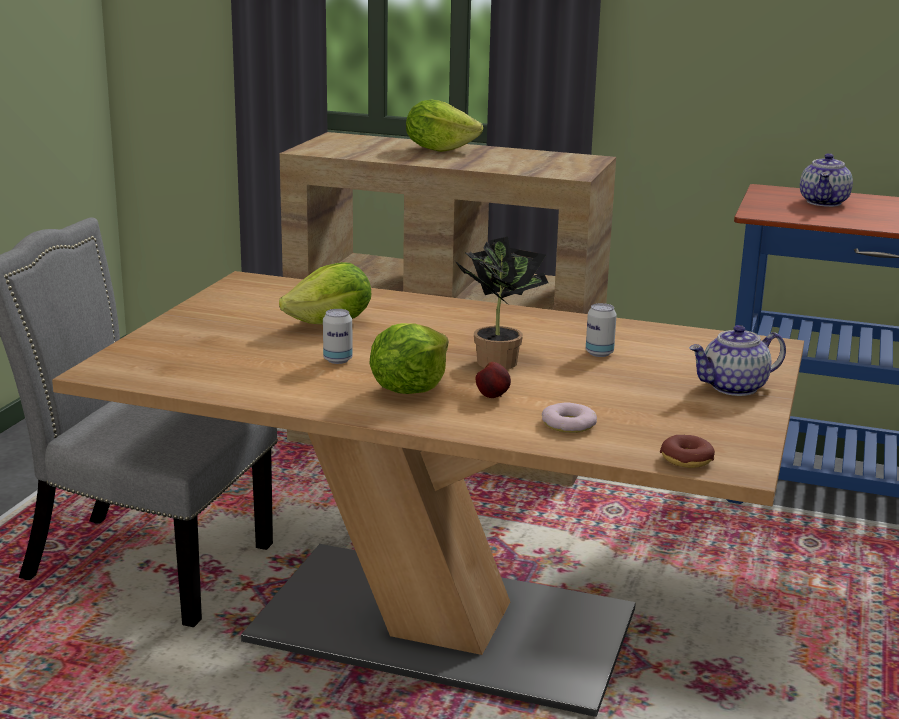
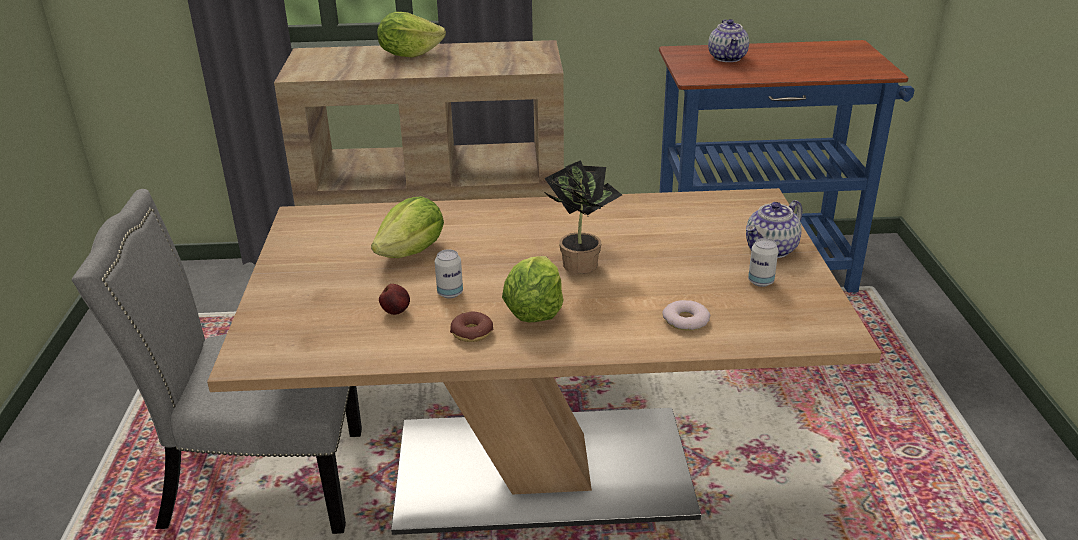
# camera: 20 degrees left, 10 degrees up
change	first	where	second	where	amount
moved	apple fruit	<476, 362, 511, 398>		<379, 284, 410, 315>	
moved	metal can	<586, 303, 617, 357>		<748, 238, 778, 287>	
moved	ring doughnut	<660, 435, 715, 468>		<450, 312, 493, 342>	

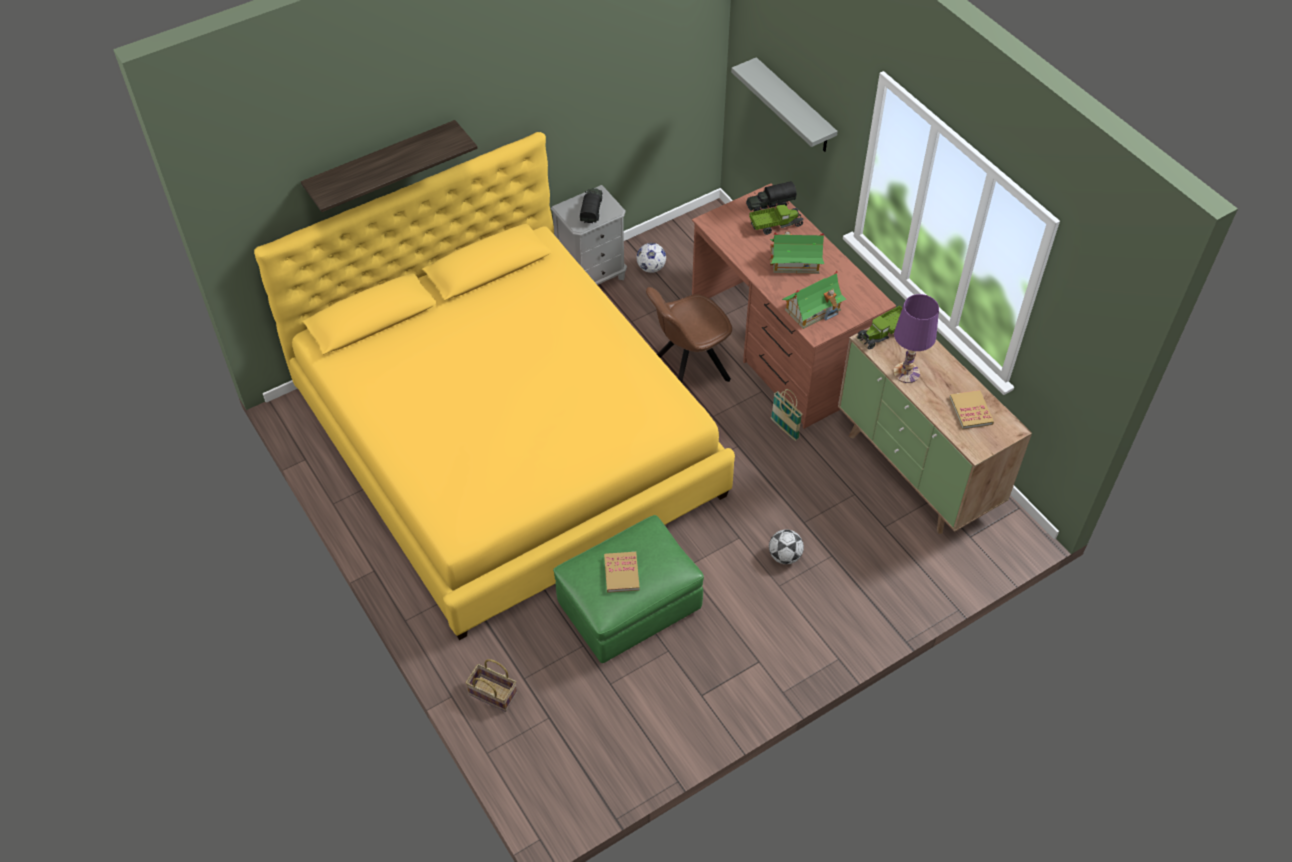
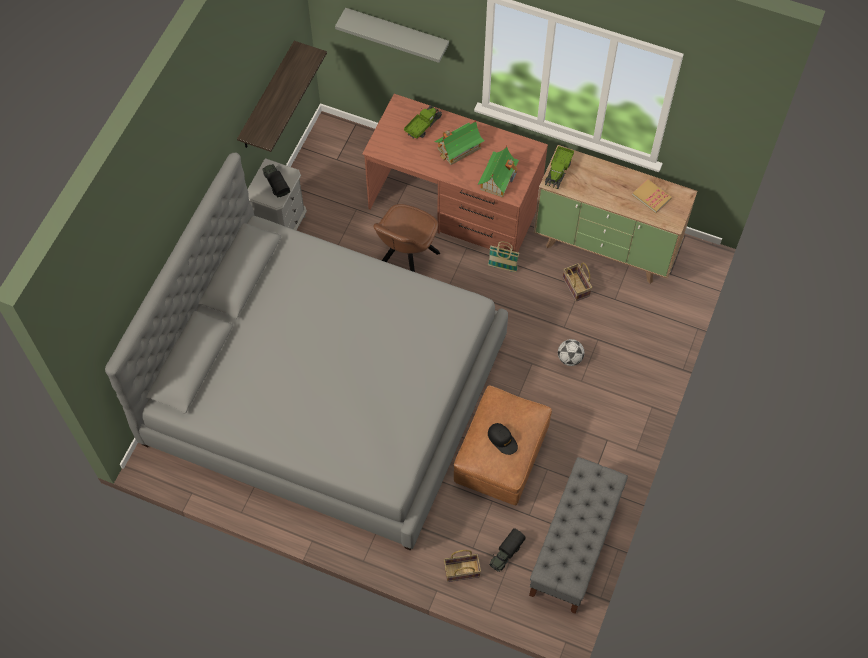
# camera: 35 degrees left, 10 degrees up
change	first	where	second	where	amount
recoloured	bedroom bed in yellow-coloured	<254, 132, 735, 640>	bedroom bed in greyish	<105, 153, 508, 550>	
moved	bracket shelf	<301, 120, 478, 212>		<237, 41, 327, 152>	
recoloured	footrest in greenish	<553, 515, 704, 663>	footrest in brown-coloured	<454, 386, 552, 505>	
replaced	bound book	<604, 552, 640, 593>	peaked cap in black	<488, 423, 518, 455>	
removed	football	<637, 243, 666, 273>			
moved	model truck	<746, 181, 797, 212>		<489, 528, 526, 572>	
removed	table lamp in purplish	<893, 294, 939, 383>			
added			long seat in greyish	<529, 457, 628, 614>	
added			basket	<563, 262, 592, 301>	

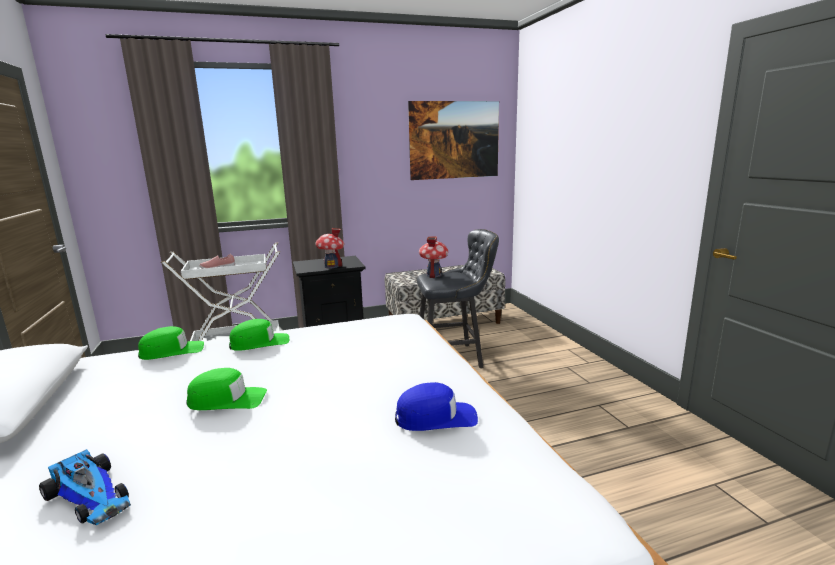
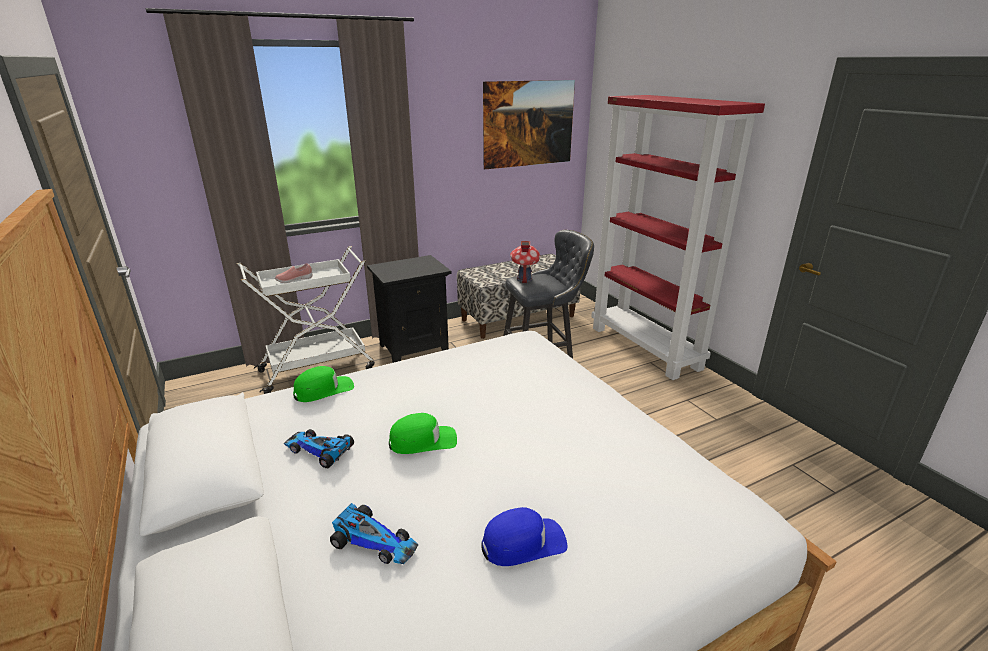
# camera: 10 degrees left, 10 degrees up
change	first	where	second	where	amount
removed	peaked cap in greenish	<229, 319, 289, 351>			
removed	toy house	<315, 228, 344, 268>			
moved	peaked cap in blue	<395, 382, 478, 431>		<481, 507, 567, 566>	
added			toy car	<284, 429, 354, 468>	
added			bookshelf in red	<591, 95, 765, 380>	

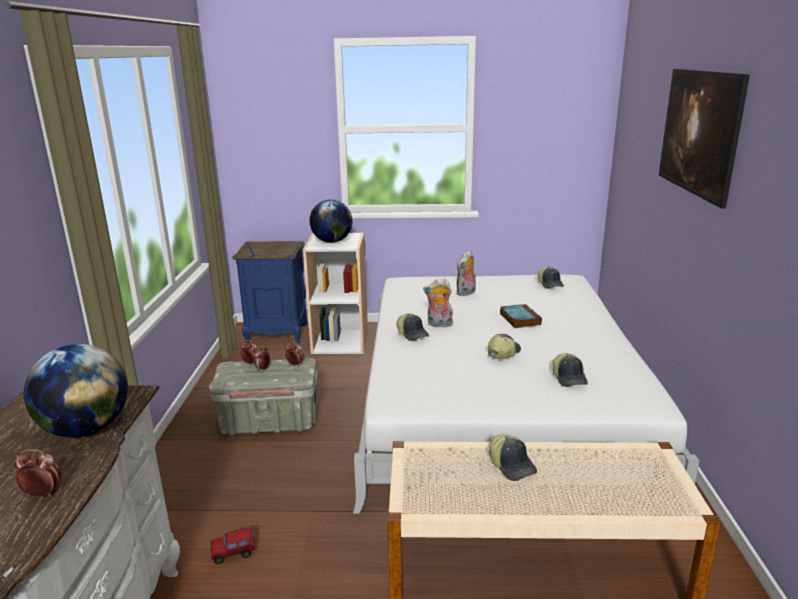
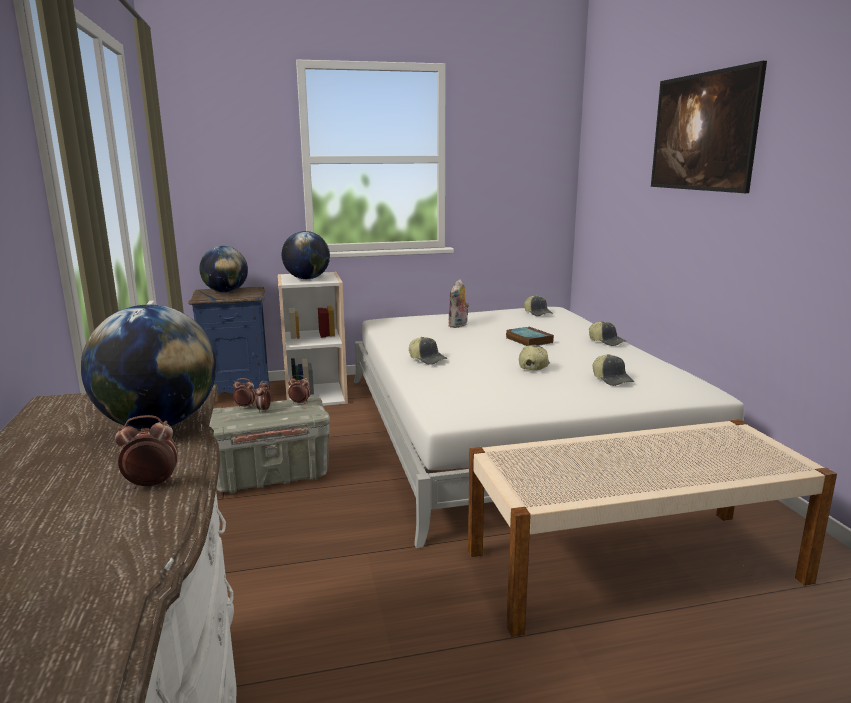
# camera: 15 degrees left, 5 degrees down
change	first	where	second	where	amount
removed	model truck	<211, 528, 255, 564>			
removed	soft toy	<423, 278, 453, 327>			
moved	peaked cap	<489, 434, 537, 481>		<589, 321, 626, 346>	
added			globe	<199, 246, 248, 293>	

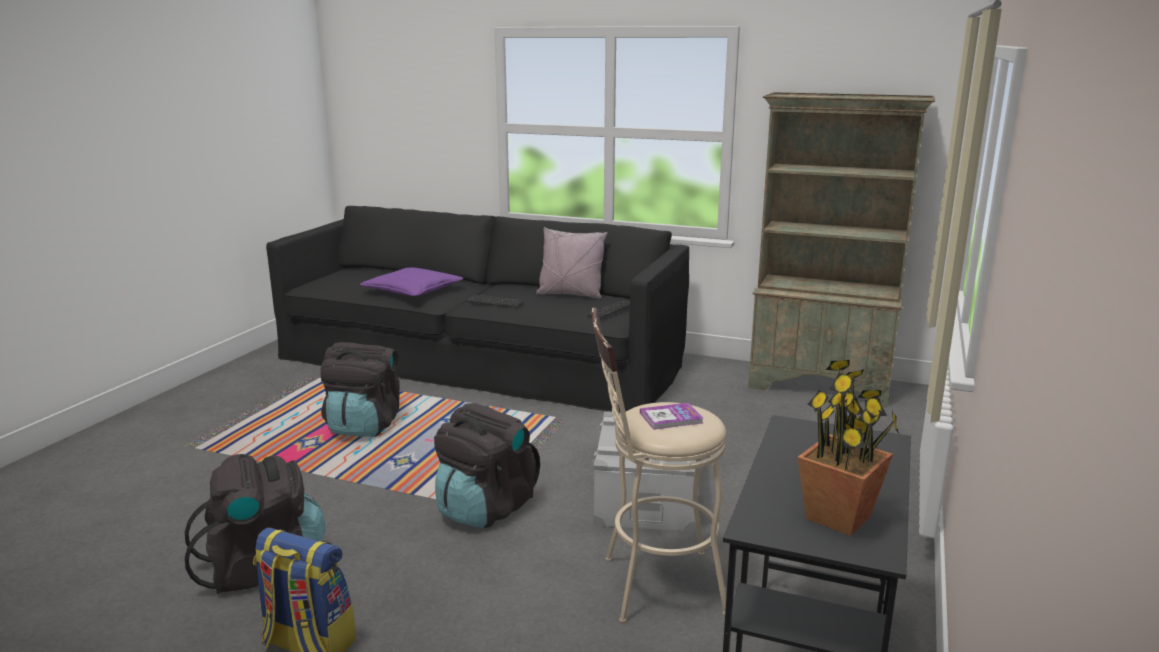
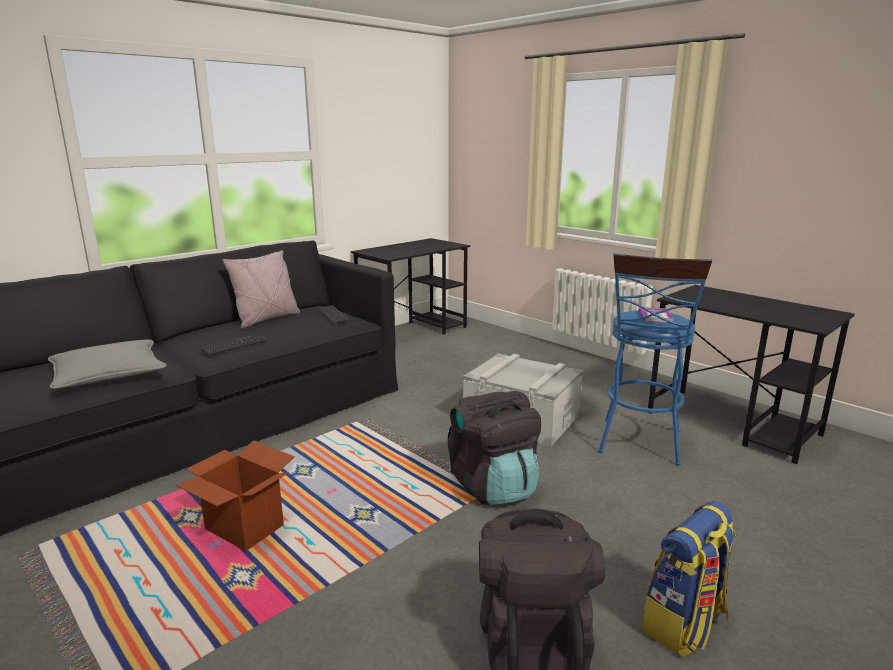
# camera: 65 degrees left, 0 degrees up
change	first	where	second	where	amount
replaced	knapsack in black	<320, 342, 400, 437>	packing box	<175, 441, 295, 551>	
recoloured	pillow in purplish	<360, 267, 463, 296>	pillow in greyish	<48, 339, 167, 389>	
recoloured	stool seat in beige	<592, 308, 726, 623>	stool seat in blue	<598, 253, 712, 466>	
replaced	bookshelf in greenish	<748, 92, 935, 407>	desk in black	<351, 238, 470, 334>	
removed	plant in a pot	<797, 360, 899, 536>			

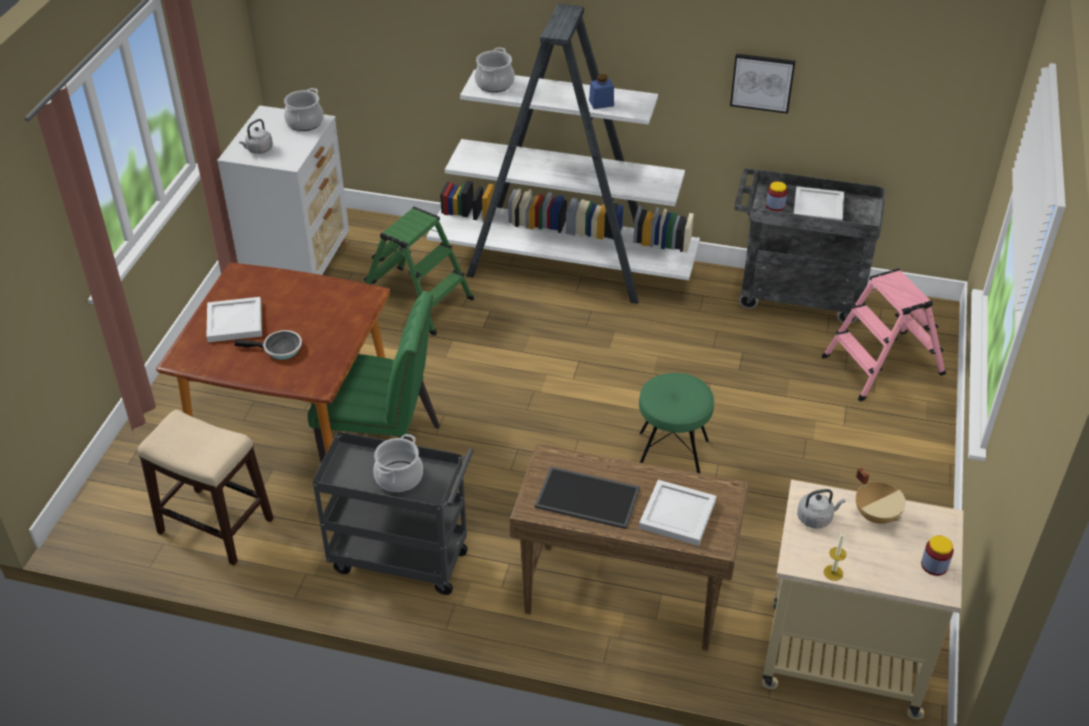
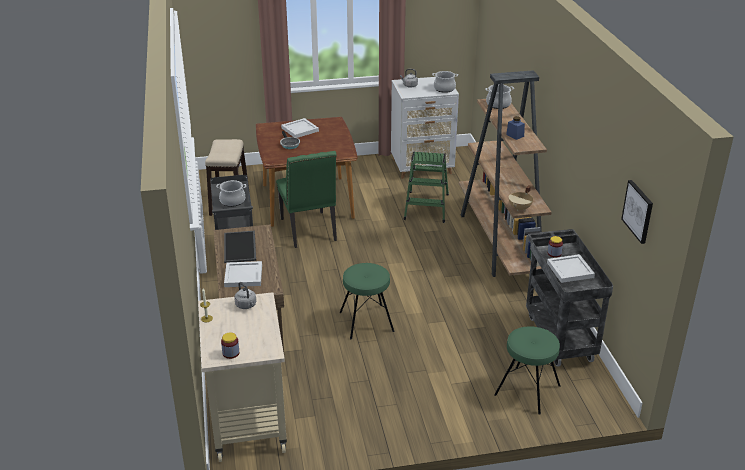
# camera: 65 degrees right, 10 degrees down
change	first	where	second	where	amount
recoloured	bookshelf in white-coloured	<426, 4, 700, 304>	bookshelf in brown-coloured	<459, 70, 552, 277>	
moved	wall art	<730, 54, 796, 114>		<621, 180, 653, 244>	
replaced	step ladder in pinkish	<821, 268, 946, 401>	stool seat in greenish	<494, 326, 560, 415>	
moved	saucepot in beige	<856, 468, 906, 524>		<509, 185, 533, 211>	

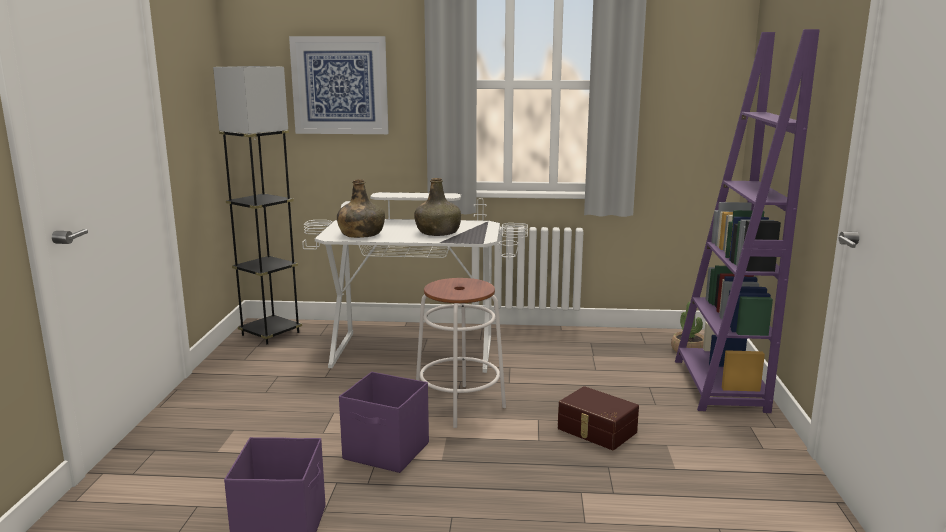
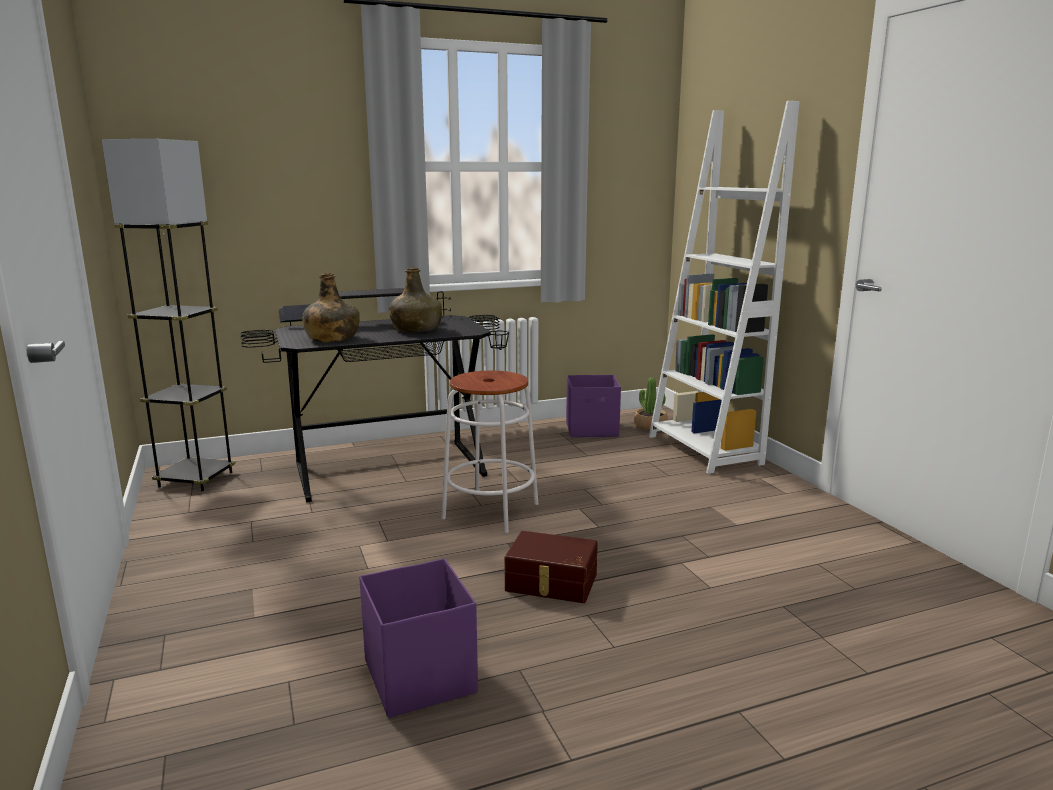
# camera: 25 degrees left, 0 degrees up
change	first	where	second	where	amount
removed	wall art	<289, 36, 389, 134>			
recoloured	desk in white-coloured	<302, 192, 528, 373>	desk in black	<240, 288, 509, 502>	
moved	storage bin in purplish	<339, 372, 429, 473>		<566, 375, 621, 437>	
moved	storage bin in brown-coloured	<558, 386, 639, 450>		<505, 531, 598, 603>	
recoloured	bookshelf in purplish	<675, 29, 820, 413>	bookshelf in white-coloured	<649, 101, 799, 474>	

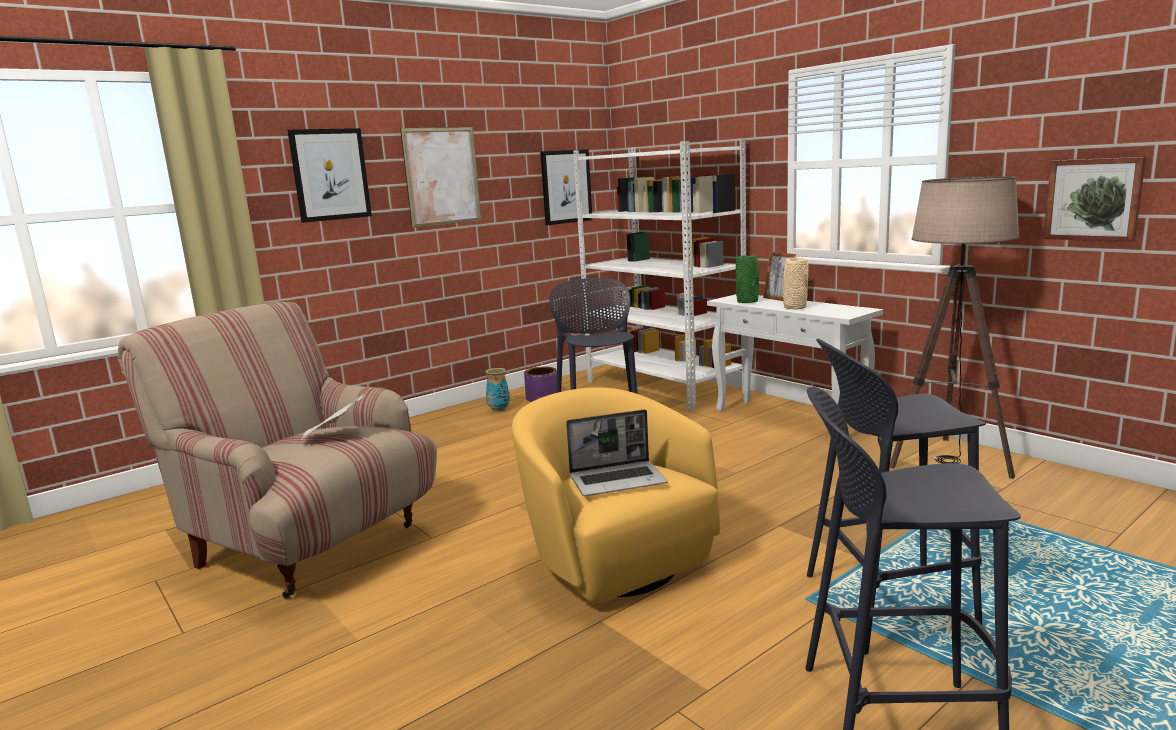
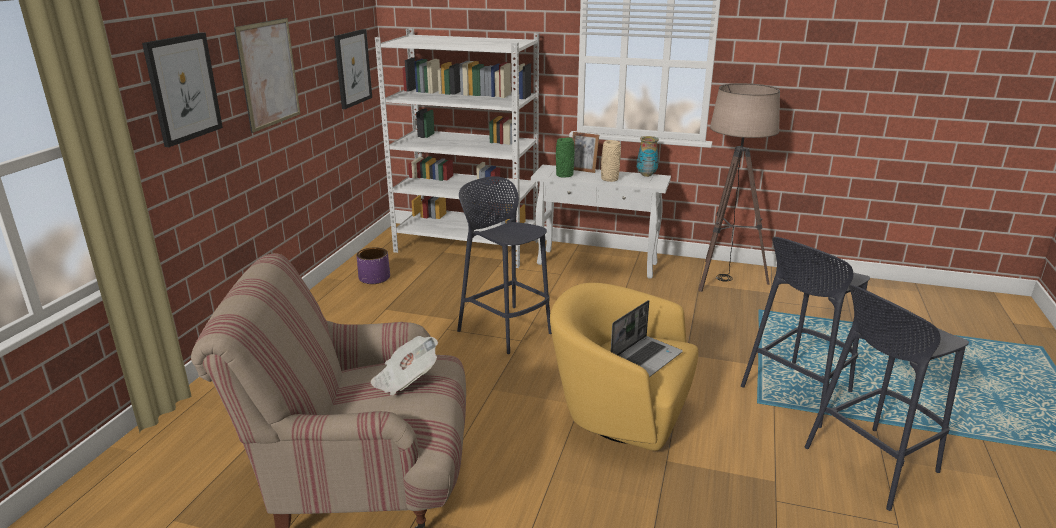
# camera: 35 degrees left, 10 degrees up
change	first	where	second	where	amount
moved	decorative vase	<485, 368, 510, 412>		<637, 136, 659, 177>	
removed	wall art	<1043, 157, 1146, 242>			

